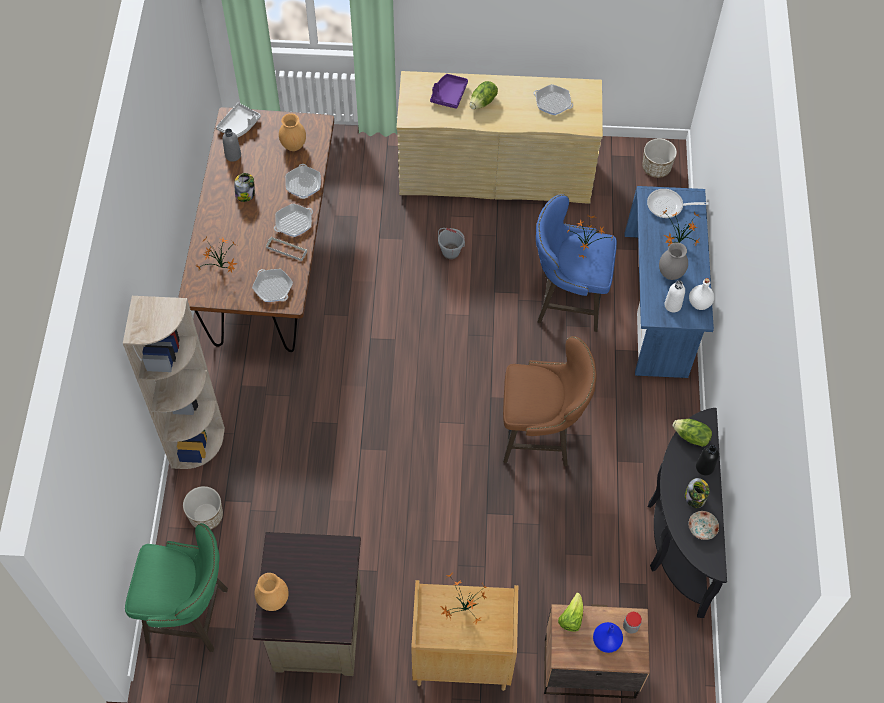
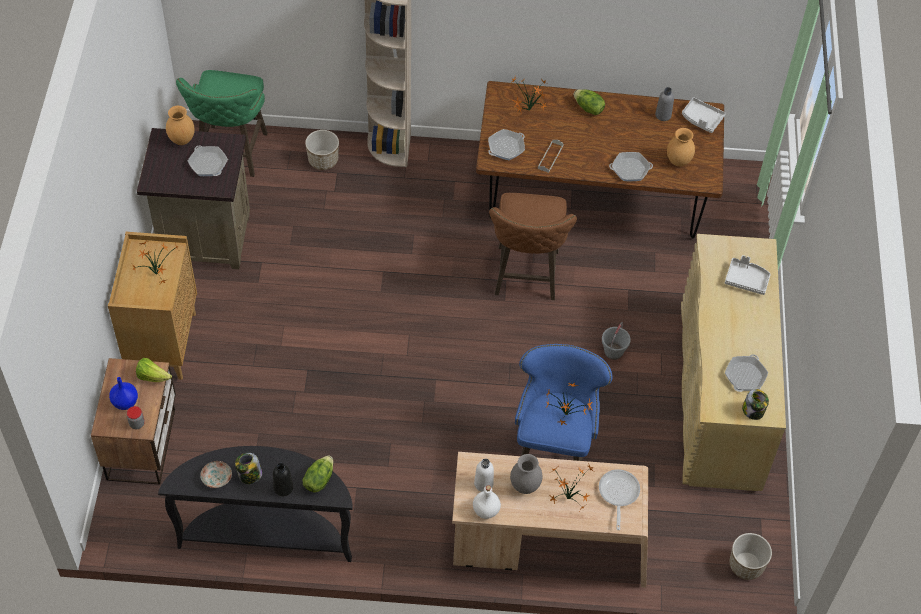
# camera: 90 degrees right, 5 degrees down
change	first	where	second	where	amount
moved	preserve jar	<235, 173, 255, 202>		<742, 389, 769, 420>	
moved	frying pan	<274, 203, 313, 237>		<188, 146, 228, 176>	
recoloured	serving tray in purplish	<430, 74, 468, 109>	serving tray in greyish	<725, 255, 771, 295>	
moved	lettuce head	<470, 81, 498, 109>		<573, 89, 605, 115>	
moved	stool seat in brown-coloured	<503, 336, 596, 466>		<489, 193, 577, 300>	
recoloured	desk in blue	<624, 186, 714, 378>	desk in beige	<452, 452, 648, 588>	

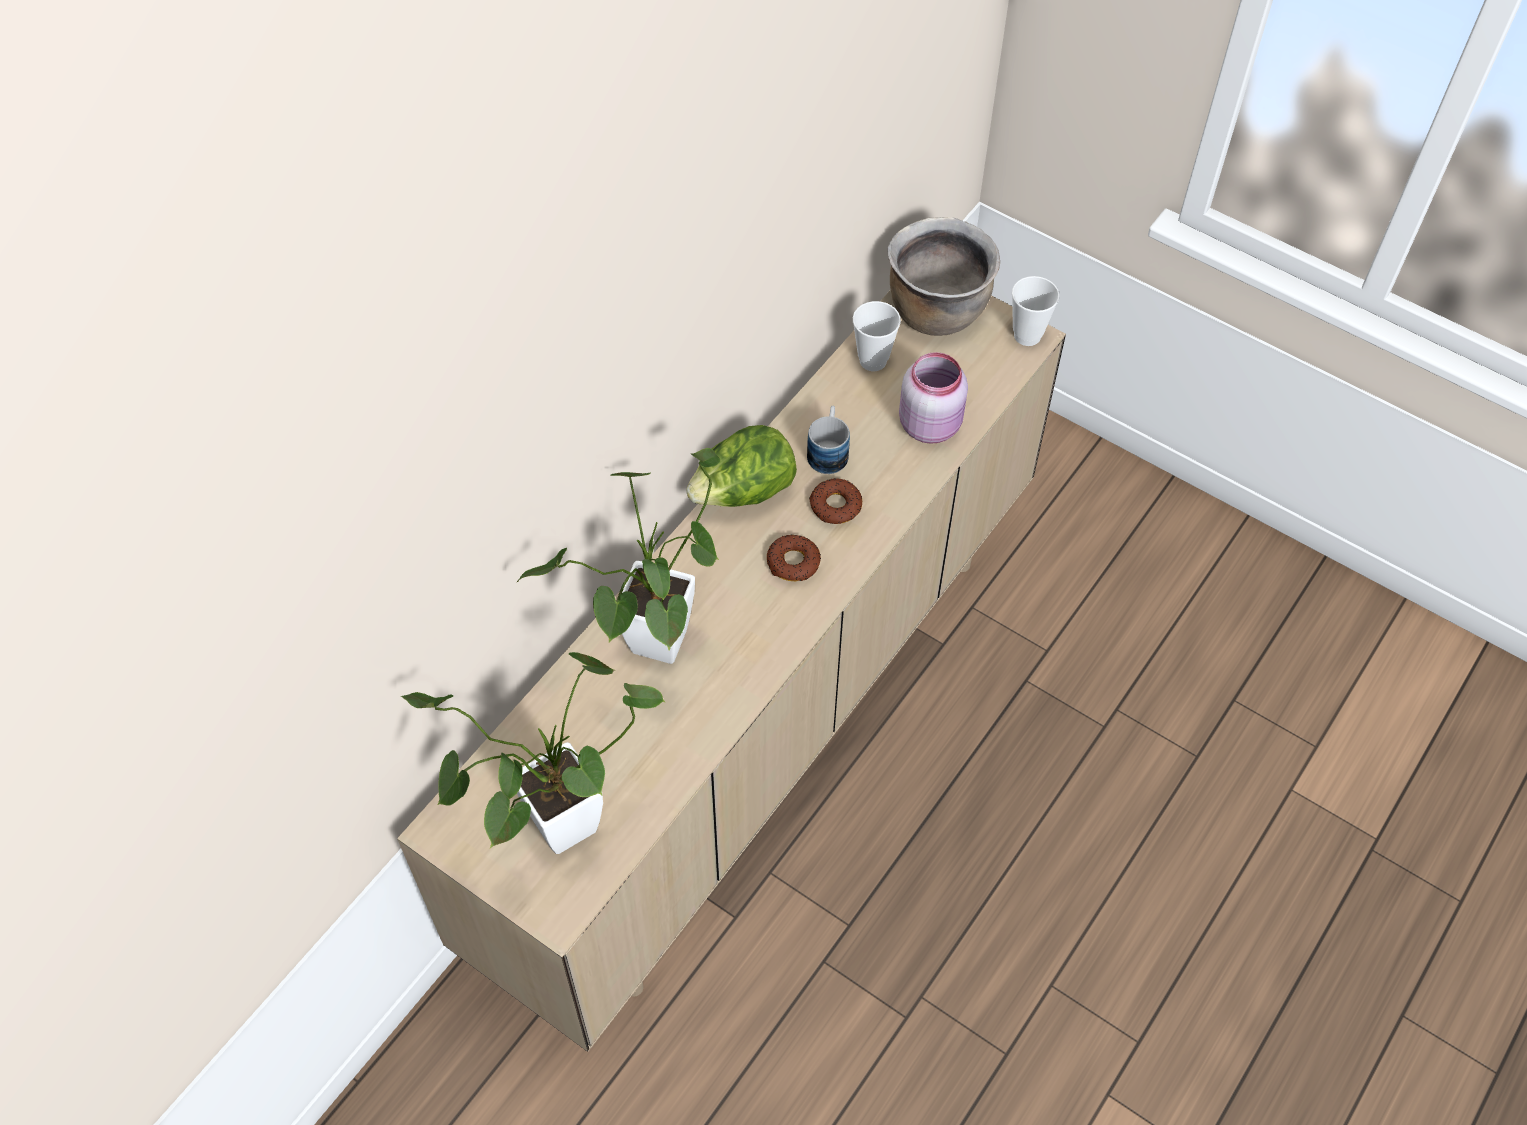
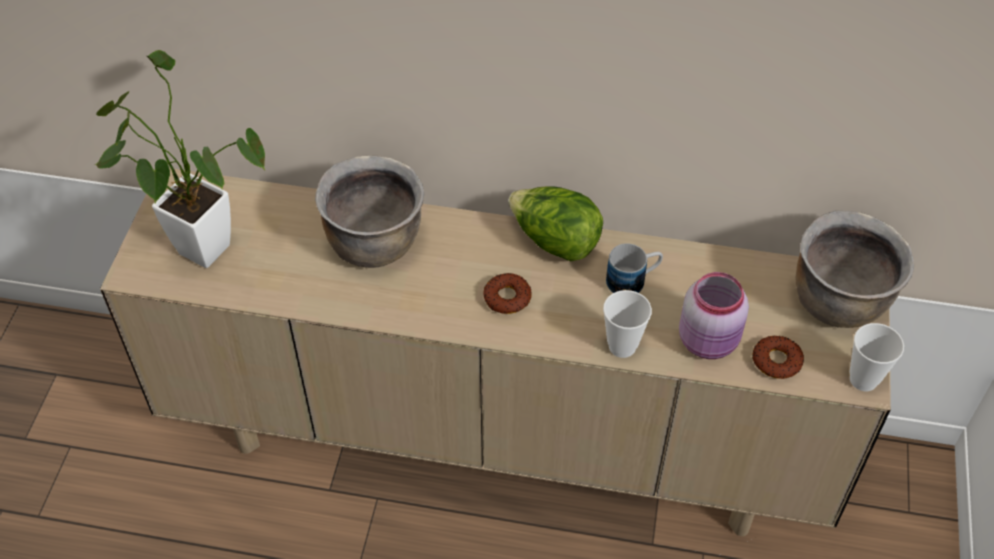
# camera: 65 degrees right, 5 degrees down
change	first	where	second	where	amount
replaced	plant in a pot	<517, 448, 720, 664>	saucepot in brown-coloured	<315, 156, 424, 268>	
moved	ring doughnut	<809, 478, 862, 524>		<752, 336, 804, 379>	
moved	drinking cup	<853, 301, 901, 371>		<603, 290, 652, 358>	

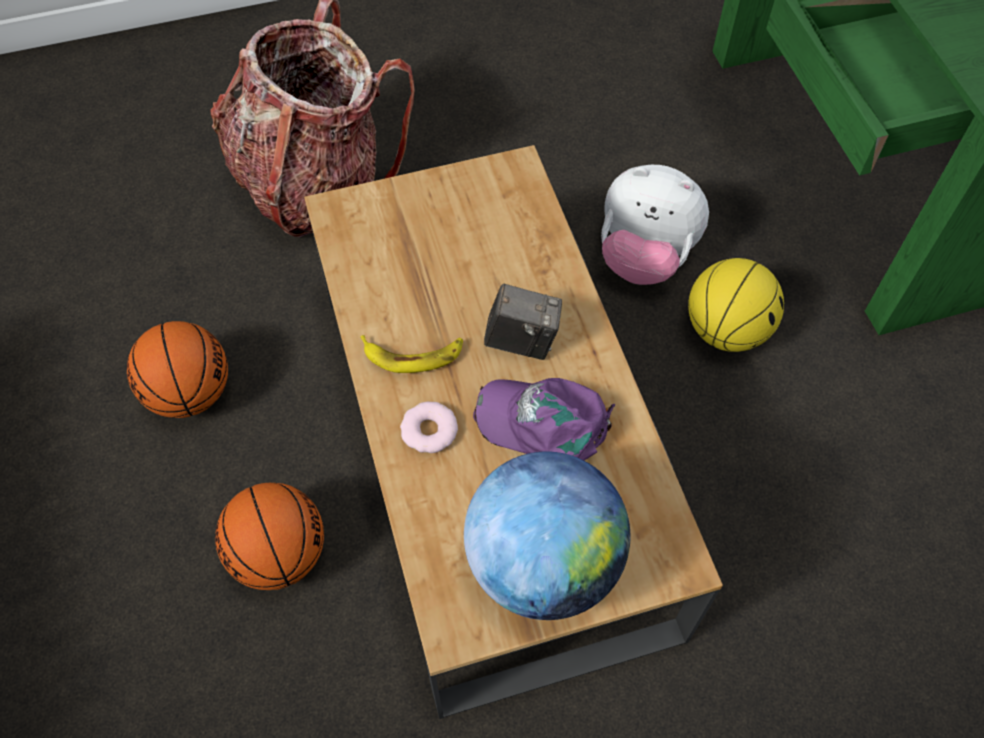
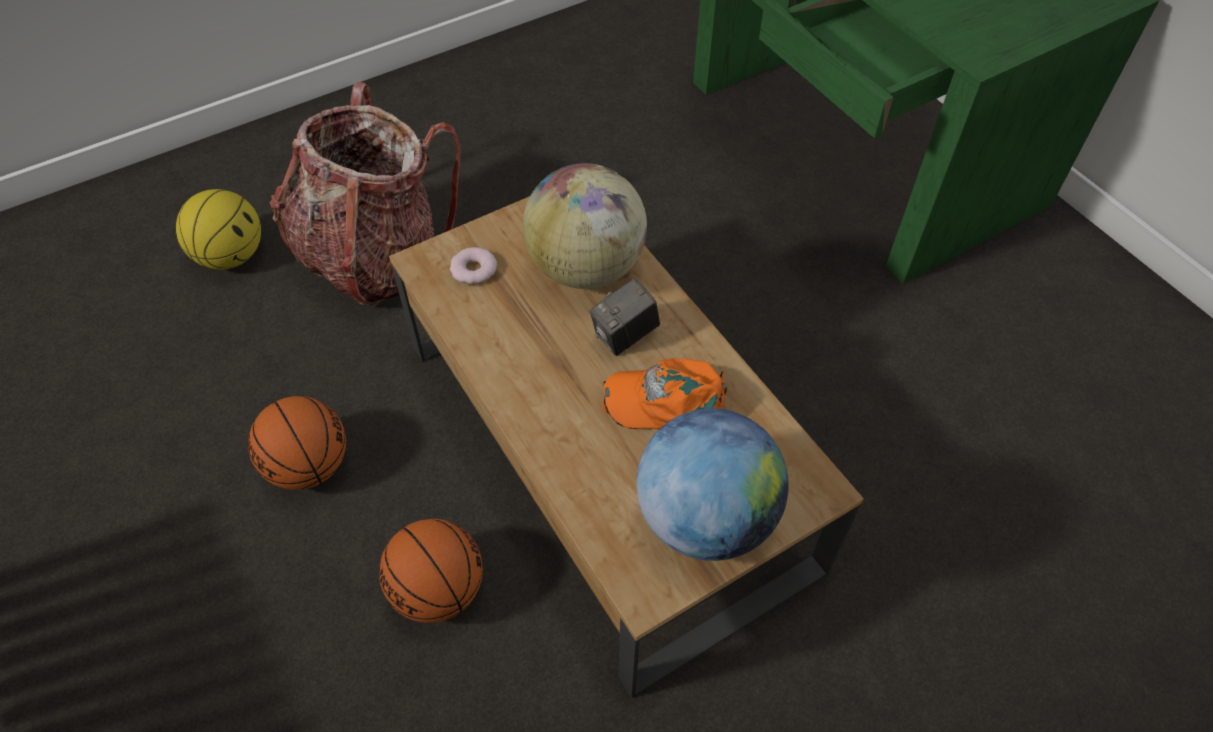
# camera: 15 degrees left, 5 degrees down
change	first	where	second	where	amount
removed	banana fruit	<360, 335, 463, 373>			
moved	ring doughnut	<400, 402, 458, 453>		<450, 247, 497, 285>	
recoloured	peaked cap in purplish	<473, 378, 615, 460>	peaked cap in orangey	<603, 358, 727, 429>	
turned	photo camera	<484, 283, 562, 360>		<590, 278, 660, 356>	150 degrees clockwise
removed	soft toy	<601, 165, 709, 285>			
moved	ball for basketball	<688, 258, 784, 352>		<176, 189, 261, 269>	
added			globe	<523, 163, 647, 289>	

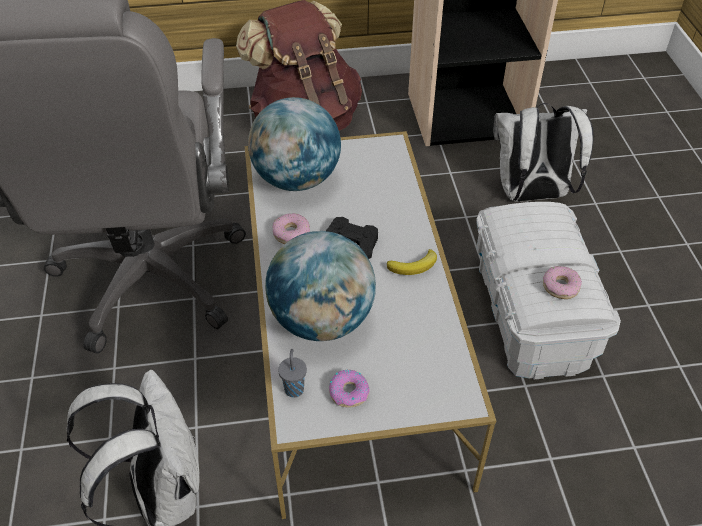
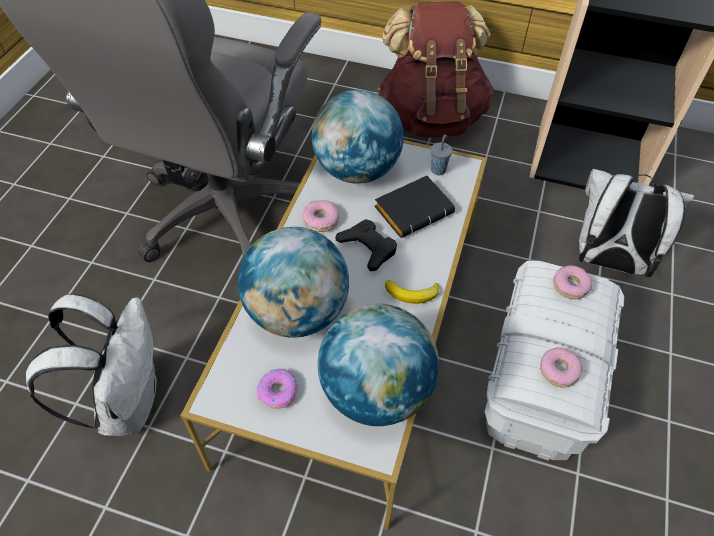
# camera: 25 degrees right, 5 degrees up
change	first	where	second	where	amount
moved	drinking cup in greyish	<278, 349, 307, 398>		<431, 134, 453, 175>	
added			globe	<318, 303, 439, 426>	
added			bound book in black	<374, 176, 455, 238>	
added			ring doughnut	<553, 265, 592, 299>	

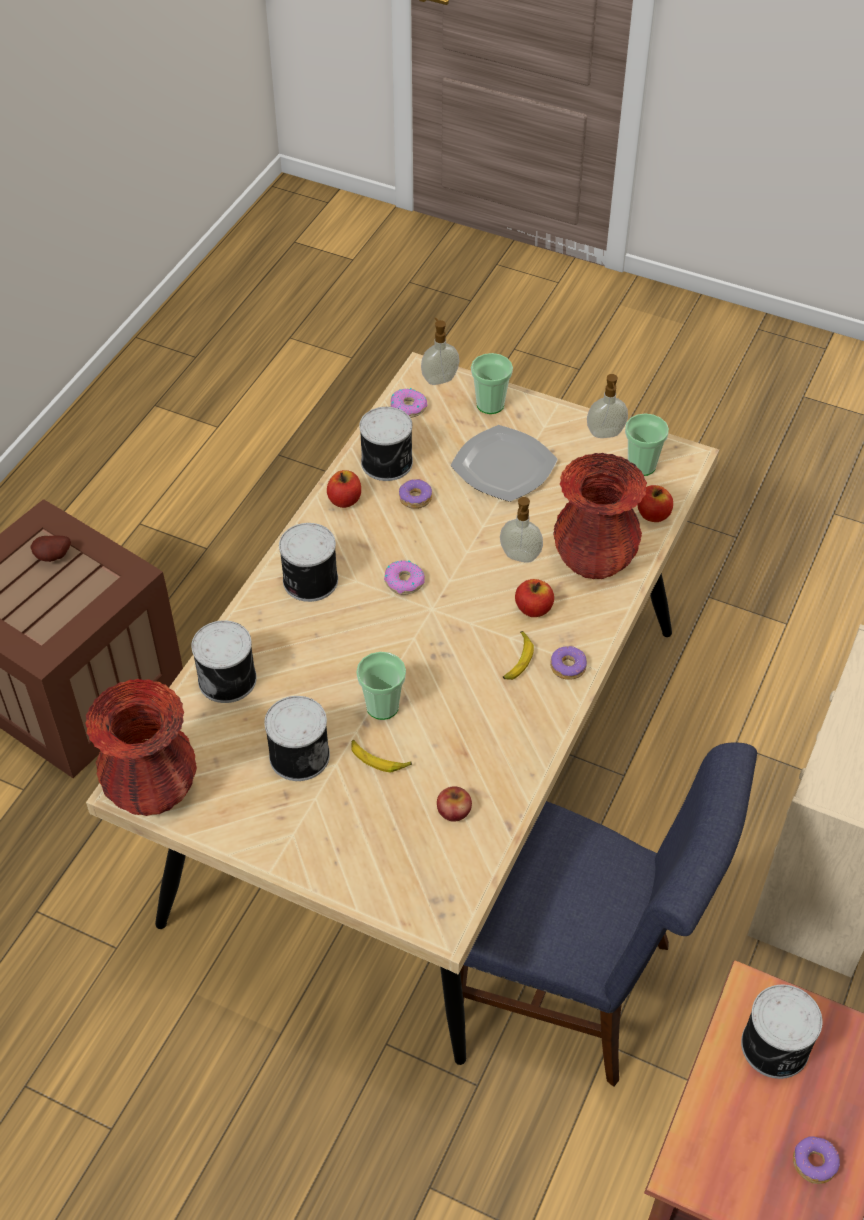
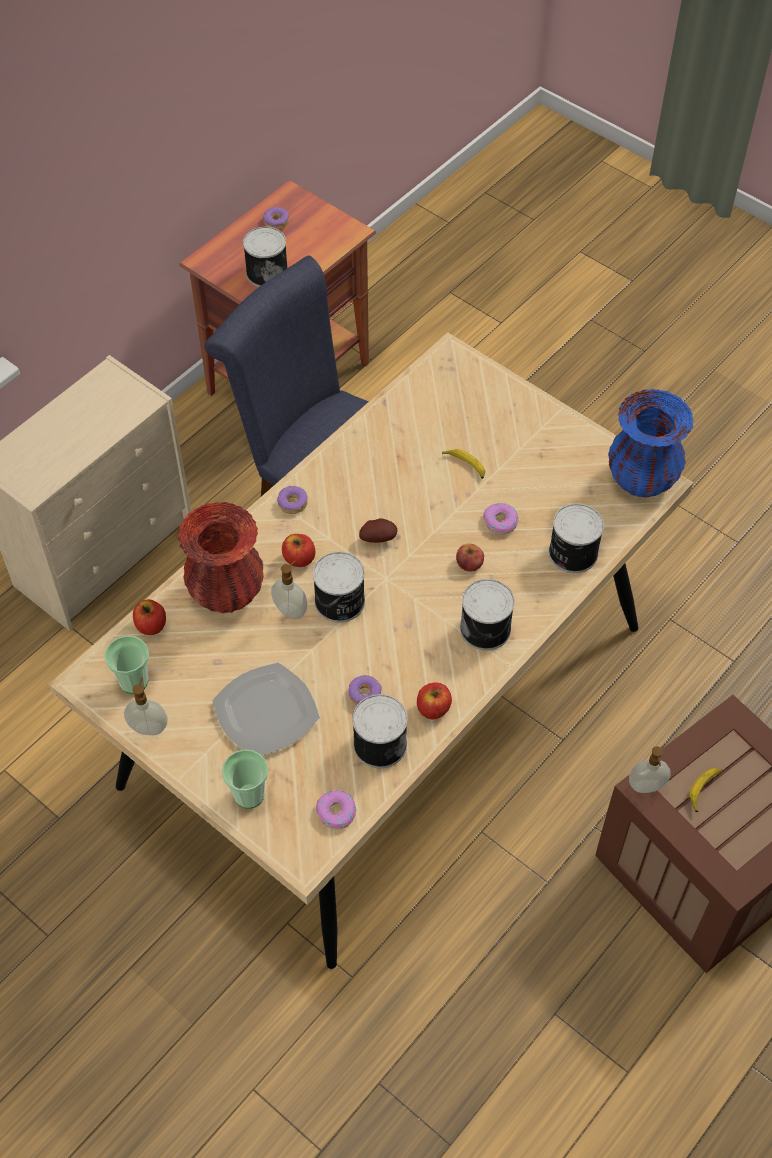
# camera: 165 degrees left, 5 degrees up
change	first	where	second	where	amount
moved	whole potato	<30, 536, 71, 562>		<359, 518, 398, 543>	
recoloured	decorative vase in red	<85, 679, 197, 816>	decorative vase in blue	<608, 389, 694, 497>	
moved	metal can	<264, 696, 330, 781>		<313, 552, 365, 622>	
removed	drinking cup	<356, 652, 406, 720>			
moved	ring doughnut	<384, 560, 425, 595>		<483, 503, 518, 535>	
moved	soap dispenser	<421, 318, 459, 385>		<629, 746, 671, 793>	
moved	apple fruit	<437, 786, 472, 822>		<456, 544, 484, 572>	
moved	banana fruit	<503, 631, 534, 680>		<689, 768, 723, 812>	

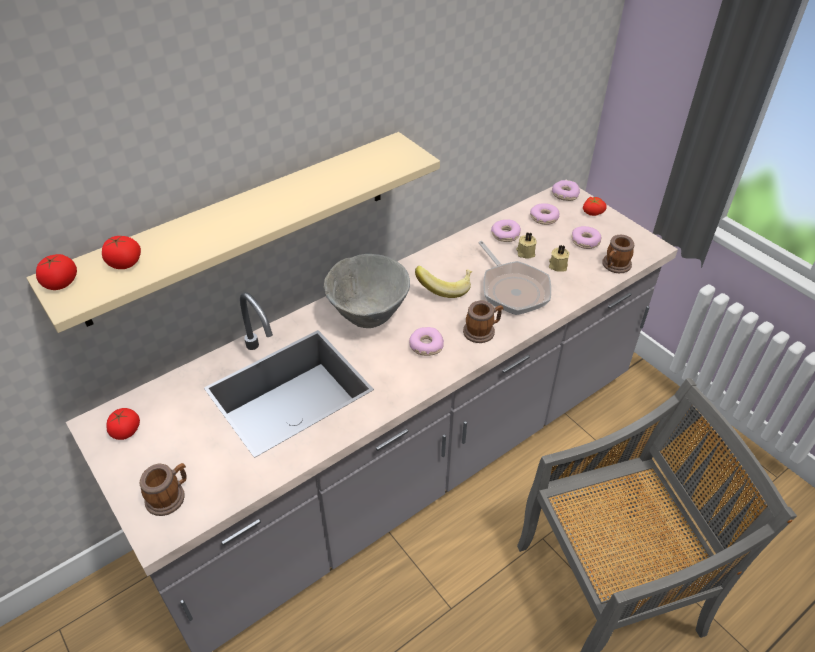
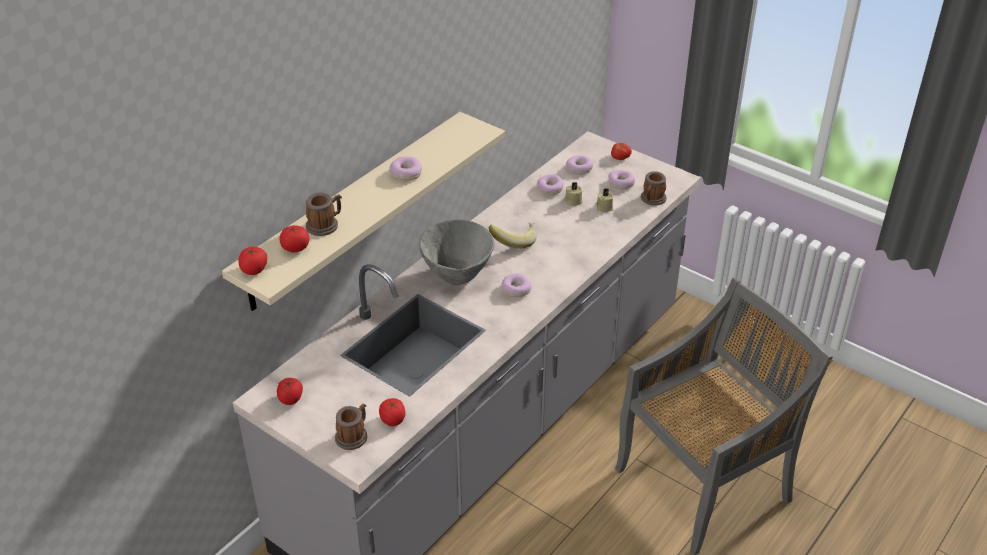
# camera: 15 degrees left, 5 degrees down
change	first	where	second	where	amount
moved	mug	<463, 300, 504, 343>		<306, 192, 342, 236>	
removed	frying pan	<478, 241, 551, 315>			
moved	ring doughnut	<552, 180, 580, 201>		<390, 156, 422, 180>	
added			fresh tomato	<379, 398, 405, 426>	

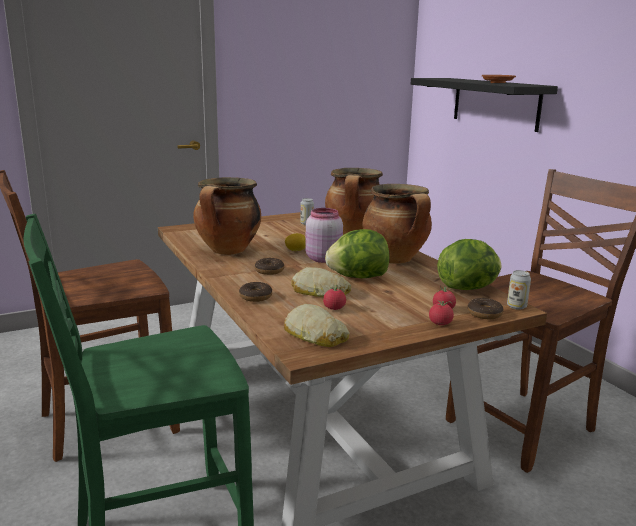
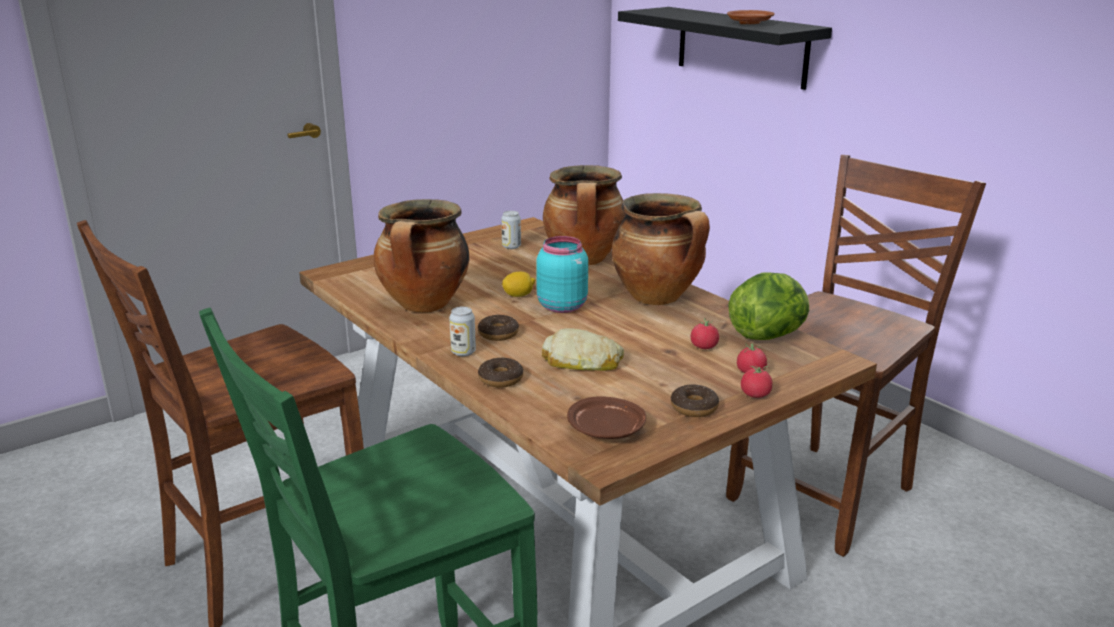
# camera: 10 degrees left, 5 degrees up
change	first	where	second	where	amount
replaced	bakery bread	<284, 304, 350, 347>	dinner plate in brown-coloured	<567, 396, 646, 439>	
recoloured	preserve jar in pinkish	<305, 208, 343, 263>	preserve jar in turquoise	<536, 236, 588, 313>	
moved	fresh tomato	<323, 285, 346, 310>		<691, 318, 719, 349>	
removed	lettuce head	<325, 229, 389, 278>			
moved	ring doughnut	<468, 298, 504, 319>		<671, 384, 719, 417>	
moved	metal can	<507, 270, 531, 310>		<449, 307, 476, 356>	

